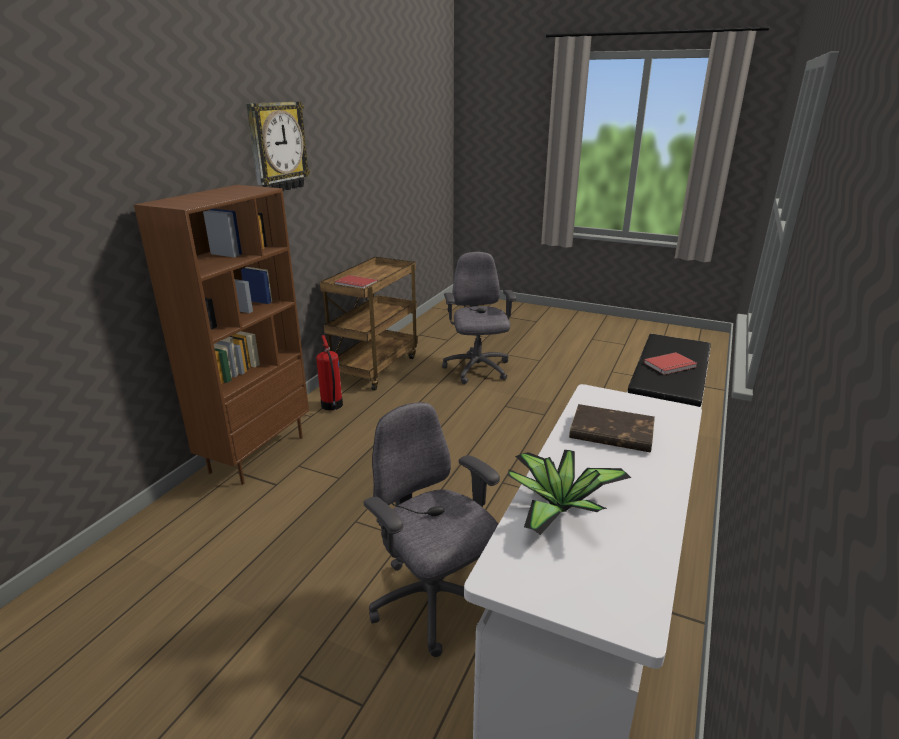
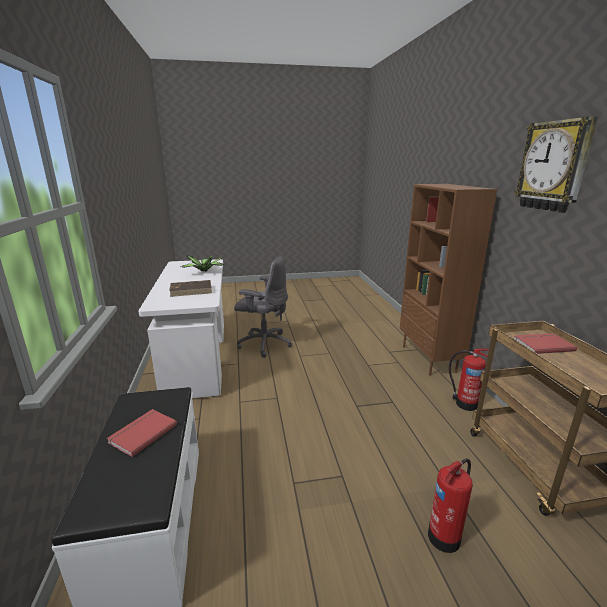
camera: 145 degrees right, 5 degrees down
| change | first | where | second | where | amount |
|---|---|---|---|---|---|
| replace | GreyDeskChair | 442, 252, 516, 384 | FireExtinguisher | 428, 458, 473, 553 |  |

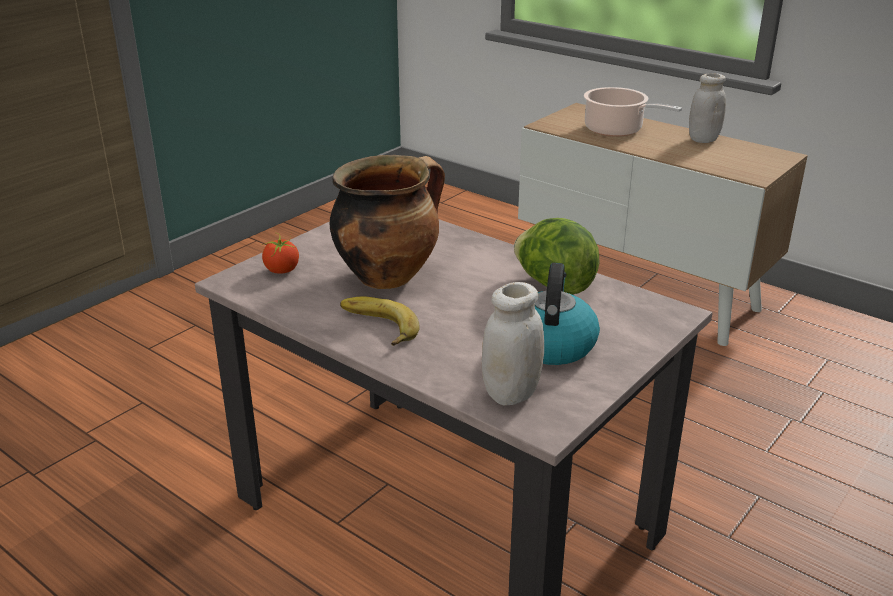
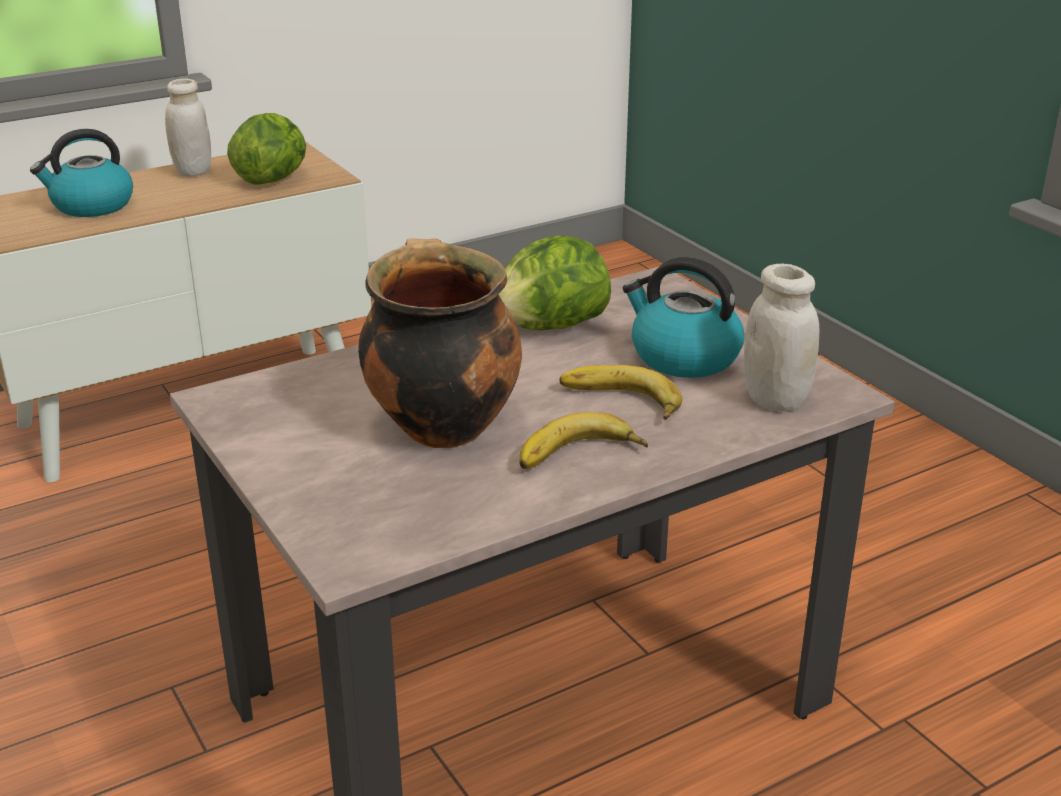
camera: 70 degrees left, 0 degrees up
| change | first | where | second | where | amount |
|---|---|---|---|---|---|
| replace | Saucepot | 584, 87, 682, 137 | WaterKettle | 30, 129, 133, 217 |  |
| insert |  |  | LettuceHead | 227, 113, 306, 185 |  |
| insert |  |  | Banana | 560, 365, 682, 420 |  |
| delete | FreshTomato | 262, 232, 299, 274 |  |  |  |

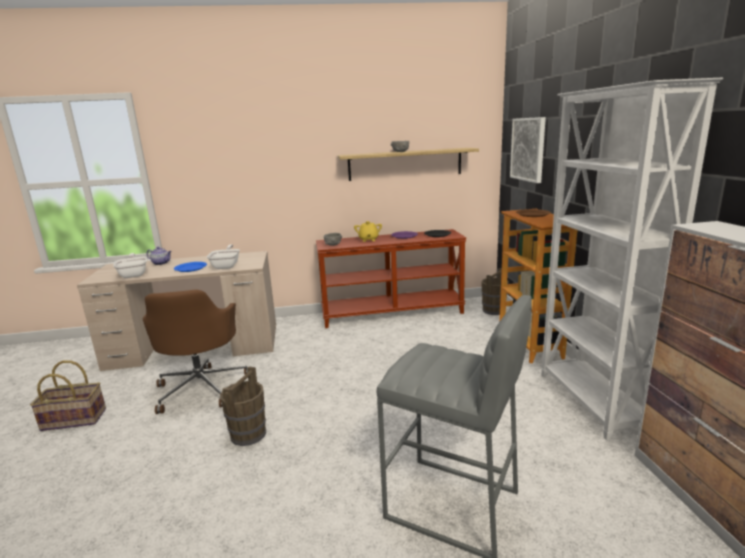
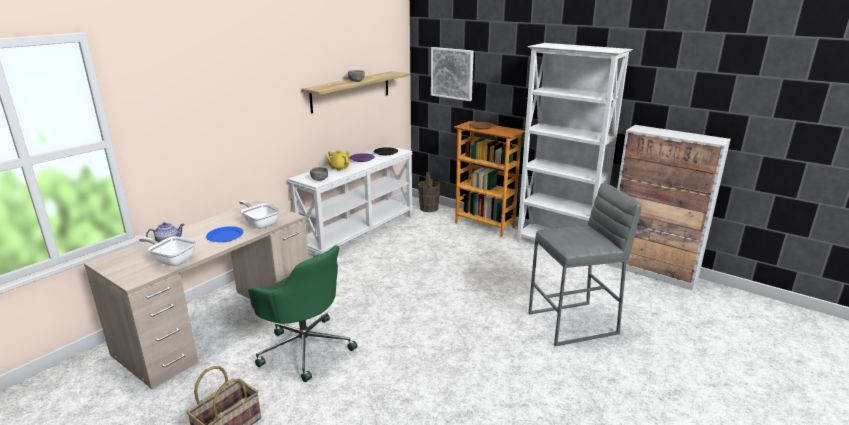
camera: 45 degrees left, 5 degrees up
| change | first | where | second | where | amount |
|---|---|---|---|---|---|
| recolor | BrownDeskChair | 143, 289, 248, 414 | GreenDeskChair | 248, 245, 358, 382 |  |
| recolor | BrownNarrowTable | 316, 229, 466, 328 | WhiteNarrowTable | 288, 145, 413, 254 |  |
| delete | BrownWaterBucket | 220, 366, 266, 446 |  |  |  |

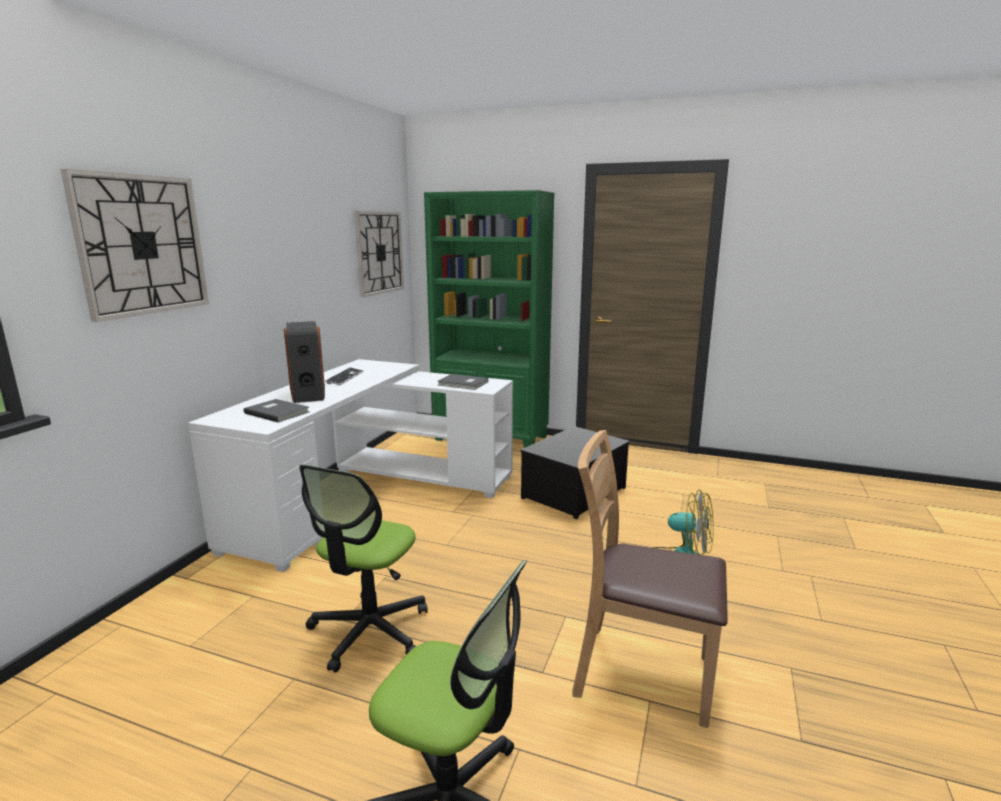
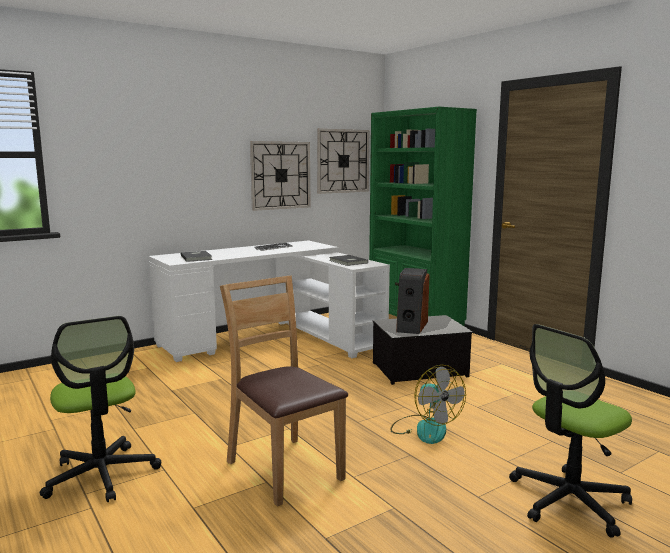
camera: 35 degrees right, 5 degrees down
| change | first | where | second | where | amount |
|---|---|---|---|---|---|
| move | ClockOnTheWall | 61, 169, 209, 322 |  | 250, 141, 311, 211 |  |
| move | Speaker | 284, 321, 325, 403 |  | 396, 268, 430, 334 |  |
| move | DeskChair | 299, 465, 428, 673 |  | 509, 324, 632, 538 |  |

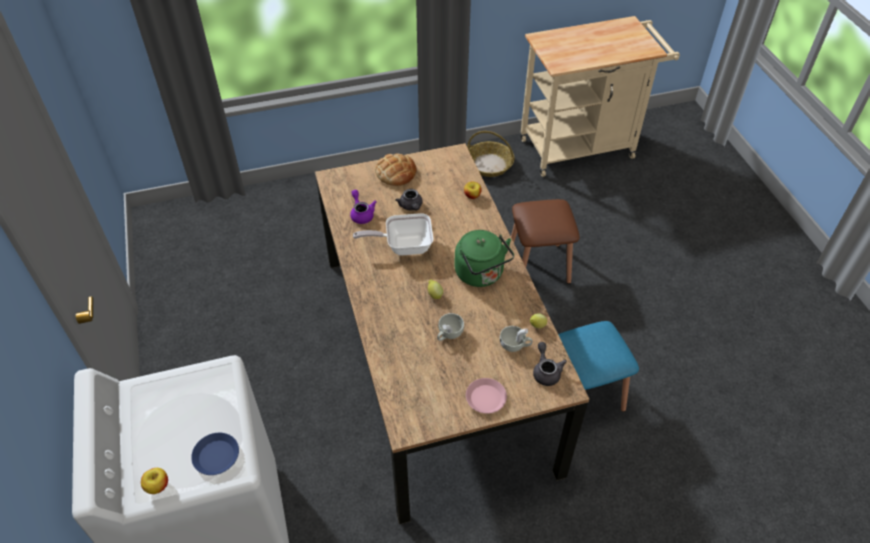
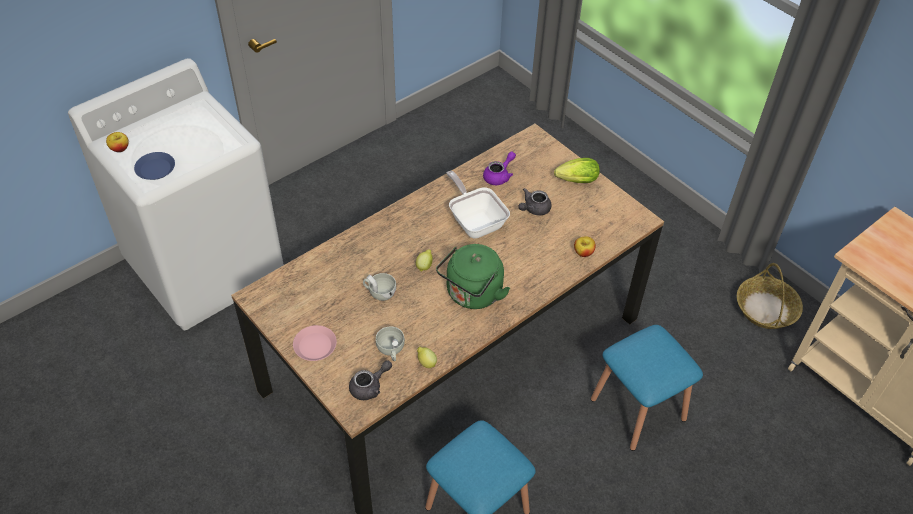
camera: 65 degrees right, 0 degrees up
| change | first | where | second | where | amount |
|---|---|---|---|---|---|
| replace | BakedBread | 375, 153, 417, 186 | LettuceHead | 554, 158, 600, 183 |  |
| recolor | BrownSittingStool | 511, 199, 580, 284 | BlueColouredSittingStool | 591, 325, 703, 451 |  |

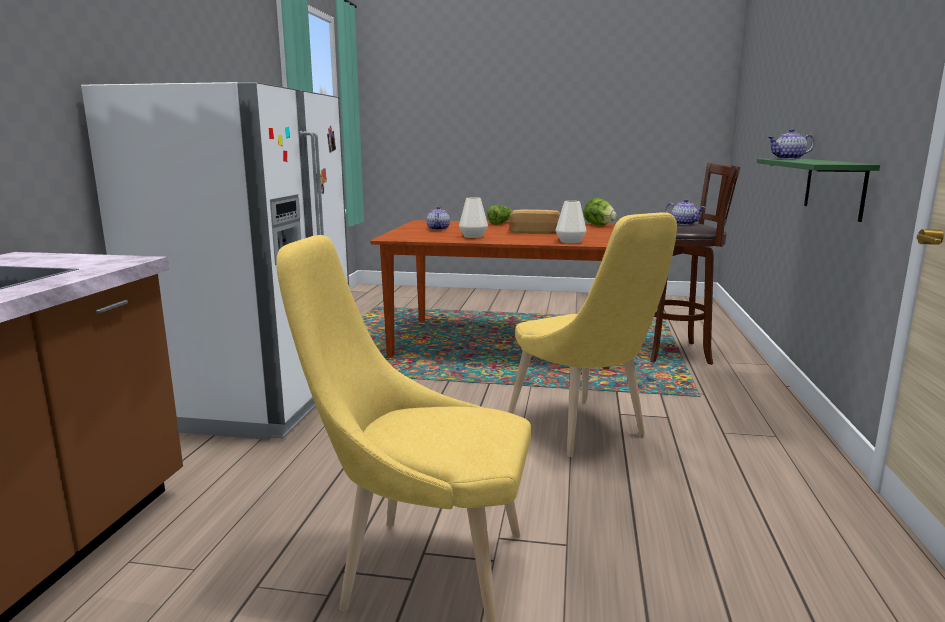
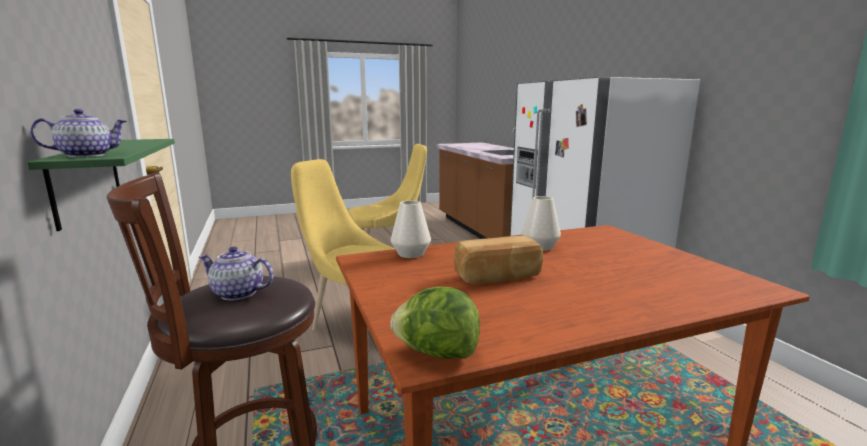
camera: 150 degrees right, 0 degrees up
| change | first | where | second | where | amount |
|---|---|---|---|---|---|
| delete | TeaPot | 427, 206, 450, 230 |  |  |  |
| delete | LettuceHead | 487, 205, 512, 225 |  |  |  |

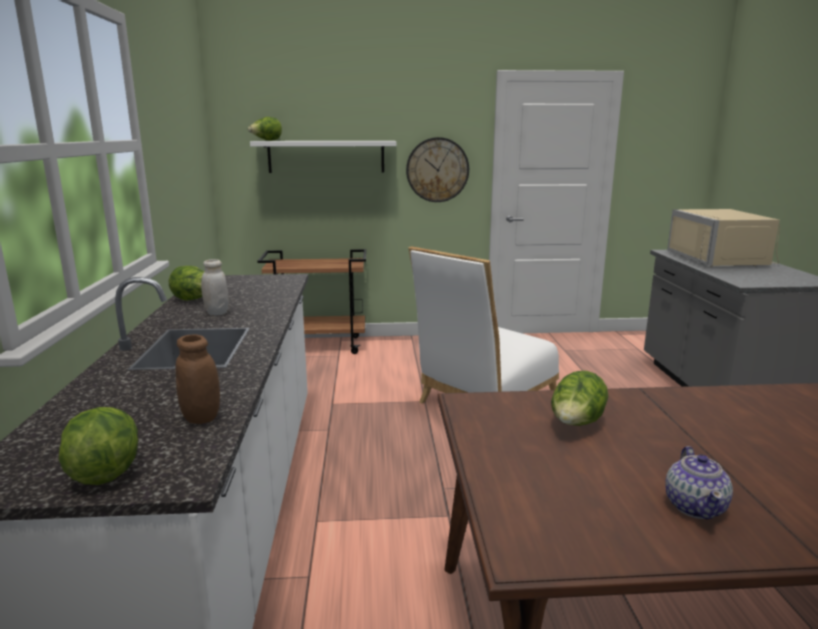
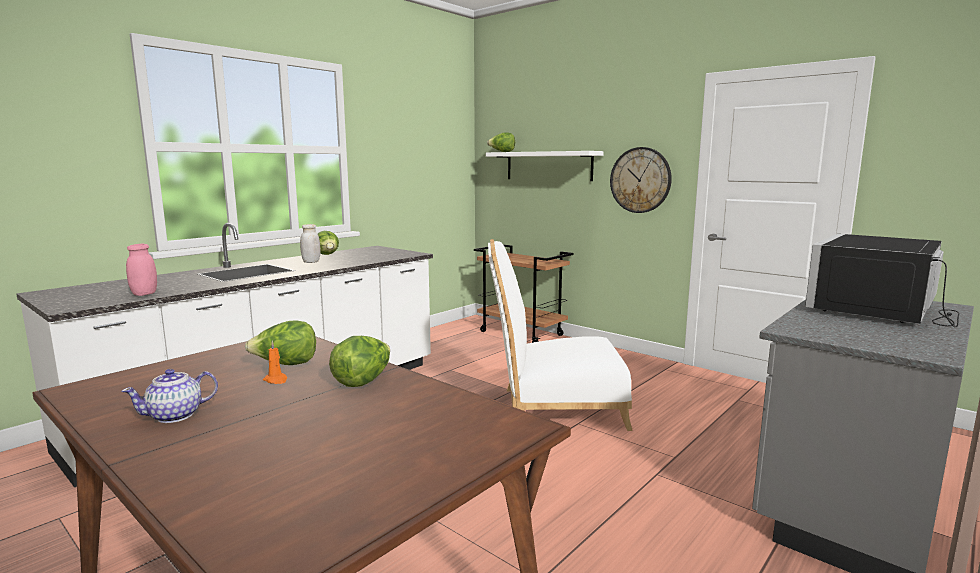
camera: 45 degrees right, 5 degrees down
| change | first | where | second | where | amount |
|---|---|---|---|---|---|
| recolor | BrownJar | 175, 334, 220, 424 | PinkColouredJar | 126, 244, 157, 296 |  |
| insert |  |  | OrangeWaxLight | 263, 340, 287, 384 |  |
| move | LettuceHead | 59, 407, 138, 485 |  | 329, 336, 390, 387 |  |
| recolor | SandColouredMicrowaveOven | 667, 209, 780, 267 | BlackColouredMicrowaveOven | 805, 234, 959, 328 |  |

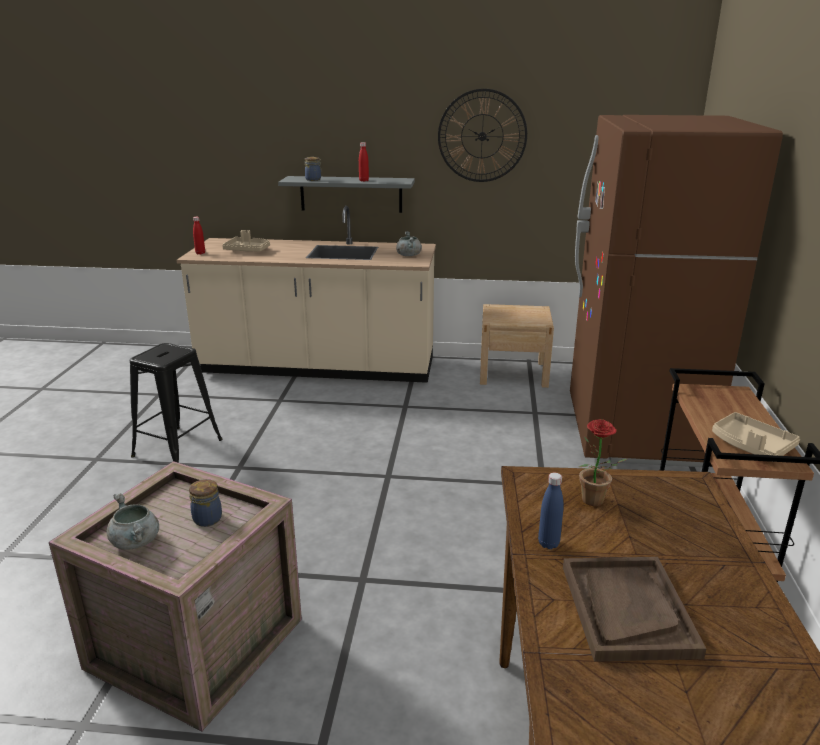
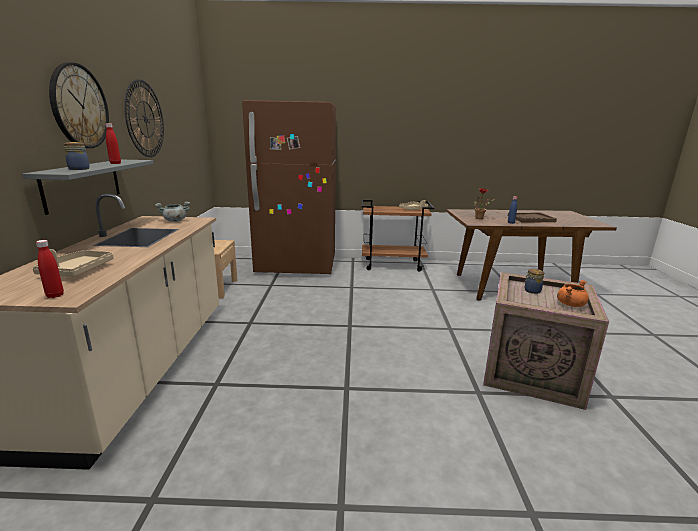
camera: 95 degrees left, 5 degrees down
| change | first | where | second | where | amount |
|---|---|---|---|---|---|
| insert |  |  | ClockOnTheWall | 49, 62, 109, 148 |  |
| recolor | GreySaucepot | 107, 493, 159, 550 | OrangeSaucepot | 557, 280, 589, 307 |  |
| delete | BlackColouredSittingStool | 130, 343, 223, 463 |  |  |  |

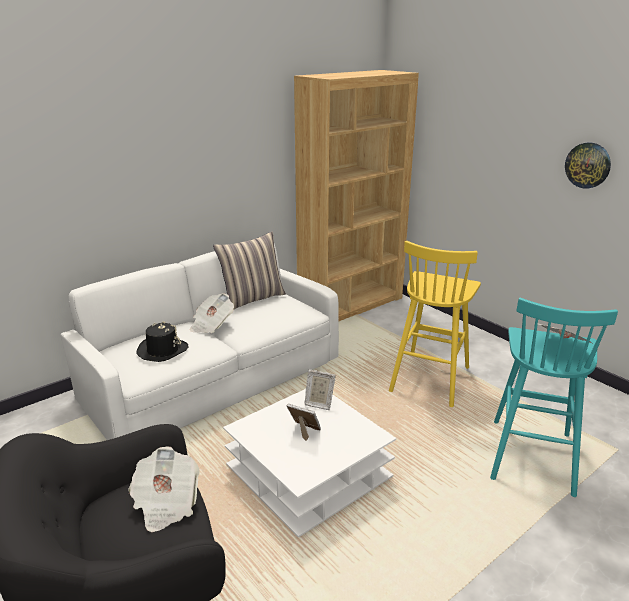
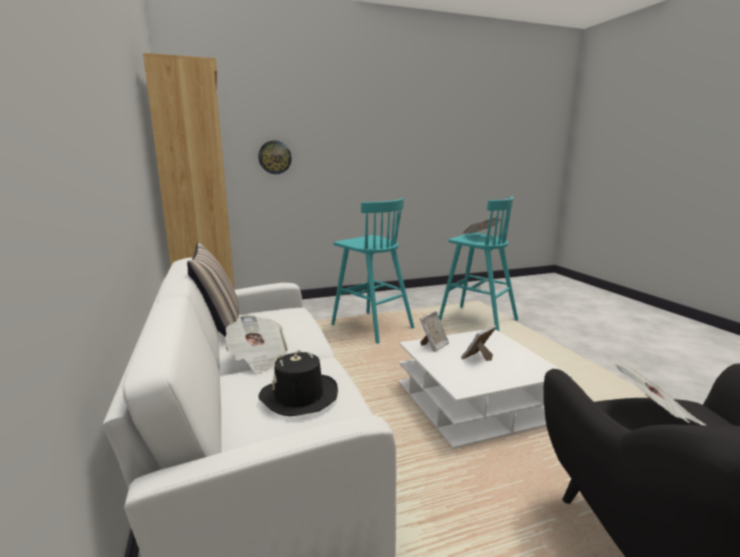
camera: 70 degrees left, 10 degrees down
| change | first | where | second | where | amount |
|---|---|---|---|---|---|
| move | ClockOnTheWall | 565, 142, 611, 189 |  | 258, 141, 292, 174 |  |
| recolor | YellowColouredSittingStool | 389, 241, 481, 407 | TurquoiseSittingStool | 331, 198, 415, 344 |  |

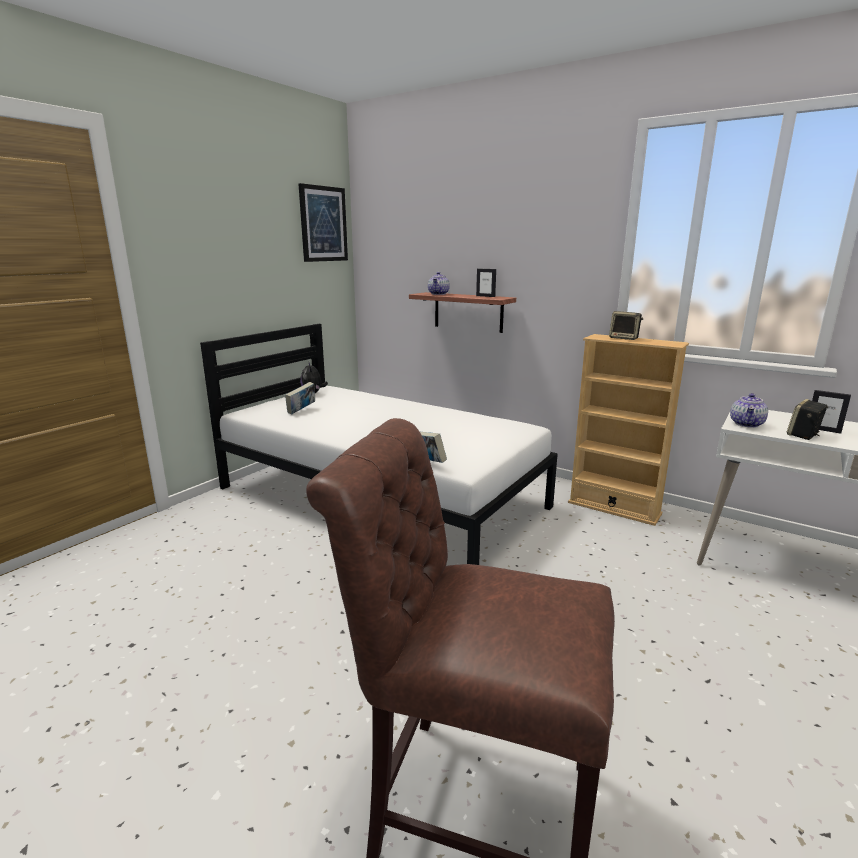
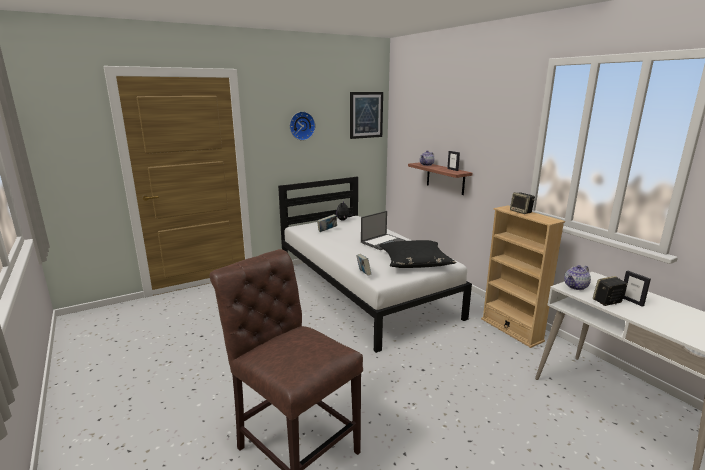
camera: 25 degrees right, 0 degrees up
| change | first | where | second | where | amount |
|---|---|---|---|---|---|
| insert |  |  | ClockOnTheWall | 290, 111, 315, 140 |  |
| insert |  |  | PortableComputer | 361, 211, 406, 250 |  |
| insert |  |  | BlackColouredPillow | 379, 240, 456, 268 |  |

